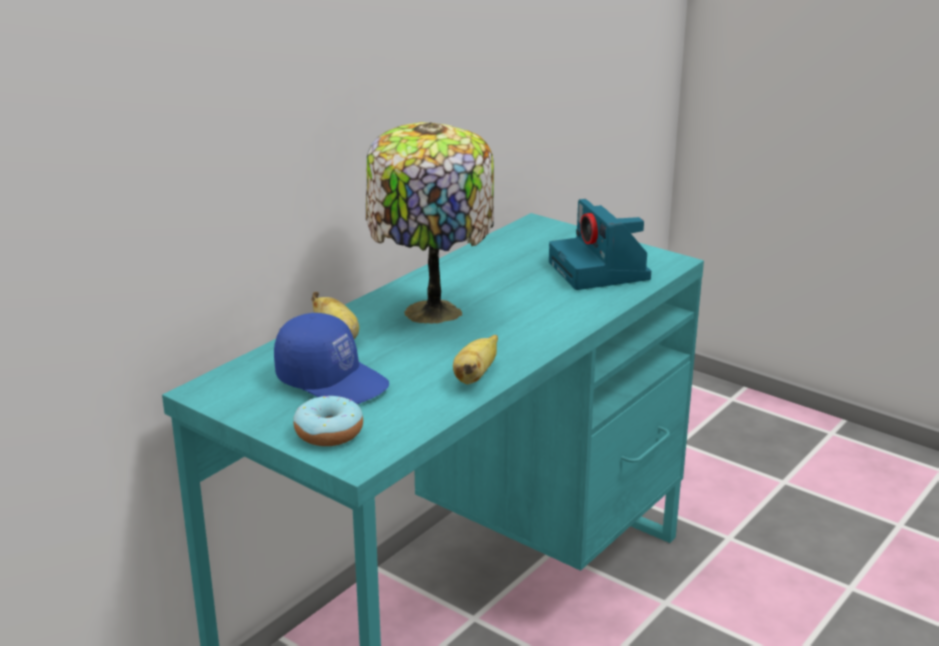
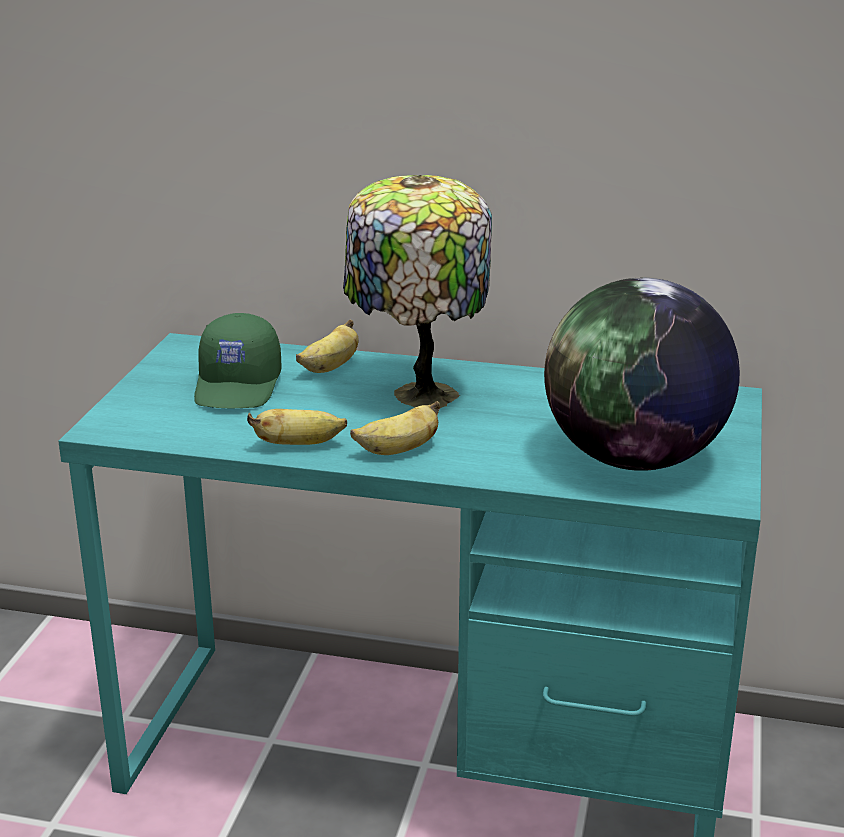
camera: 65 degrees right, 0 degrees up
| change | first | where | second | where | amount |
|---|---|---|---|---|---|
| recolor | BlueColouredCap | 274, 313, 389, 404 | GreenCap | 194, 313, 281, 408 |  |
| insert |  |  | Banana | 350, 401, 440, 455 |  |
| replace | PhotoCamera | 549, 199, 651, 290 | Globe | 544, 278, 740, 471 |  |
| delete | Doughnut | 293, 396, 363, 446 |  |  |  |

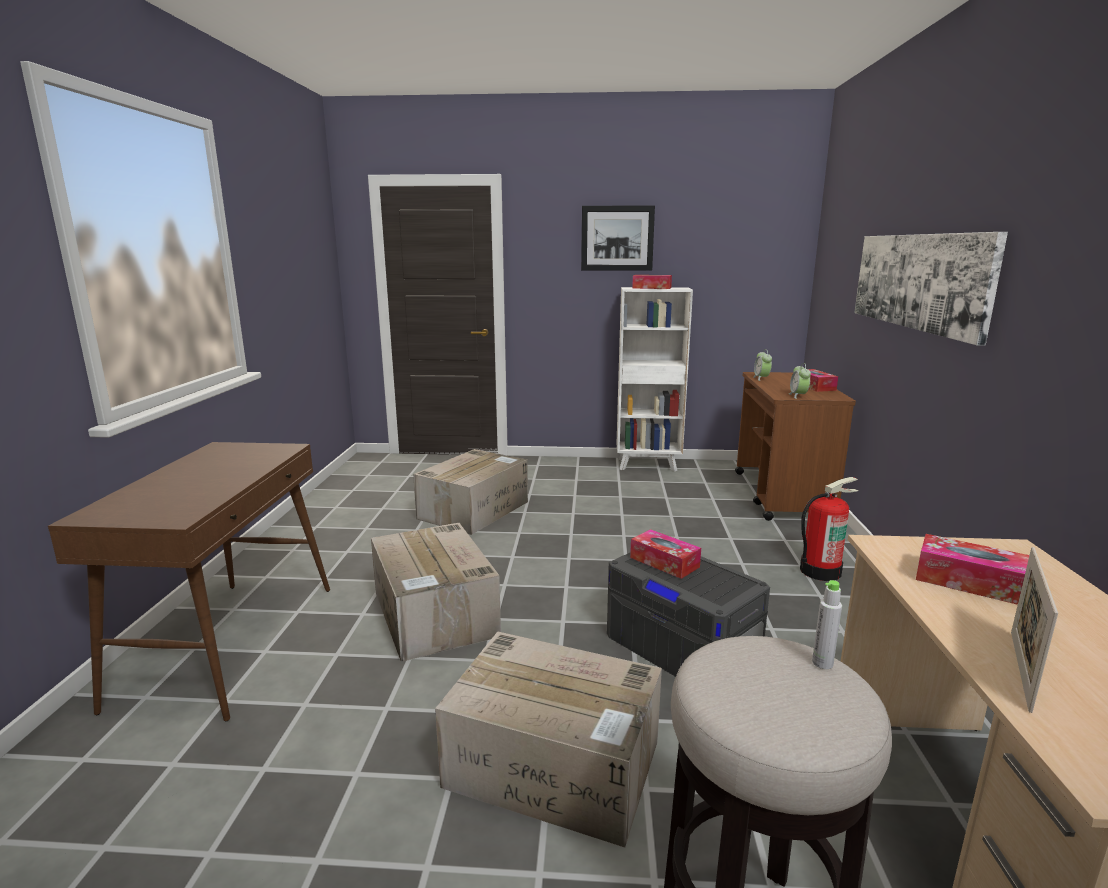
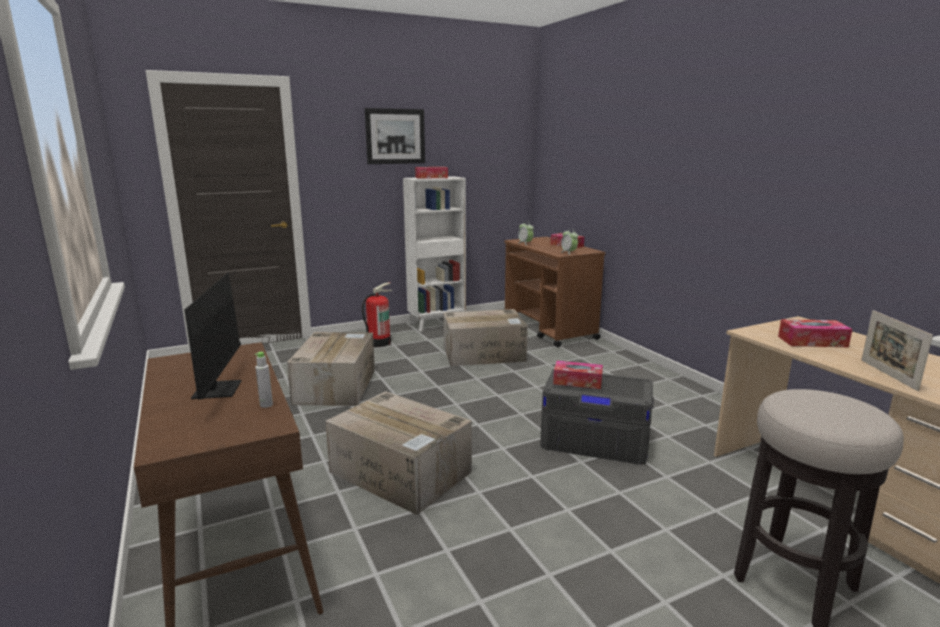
camera: 30 degrees left, 0 degrees up
| change | first | where | second | where | amount |
|---|---|---|---|---|---|
| insert |  |  | ComputerDisplay | 184, 272, 241, 400 |  |
| move | GreyBeverageBottle | 812, 580, 842, 669 |  | 255, 352, 273, 408 |  |
| move | FireExtinguisher | 800, 477, 859, 581 |  | 362, 282, 392, 347 |  |
| move | Carton | 435, 631, 662, 848 |  | 443, 309, 528, 366 |  |
| delete | WallPicture | 854, 232, 1008, 346 |  |  |  |

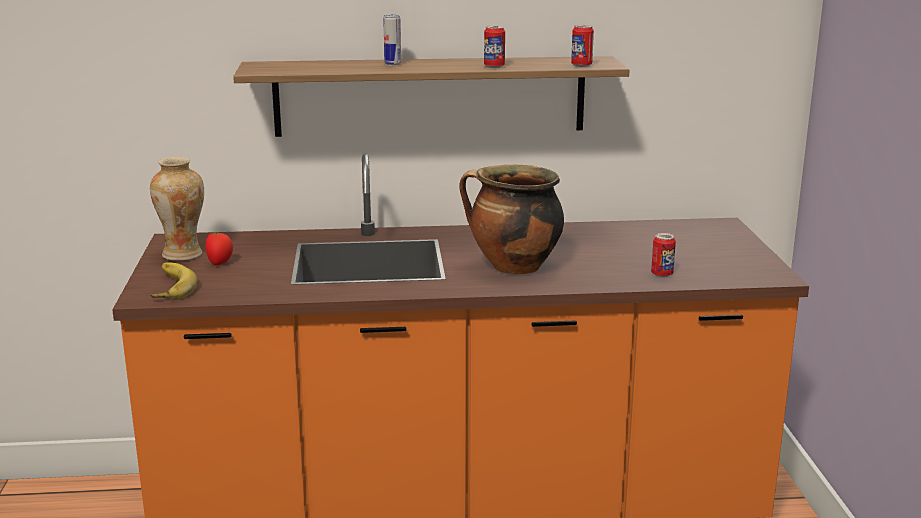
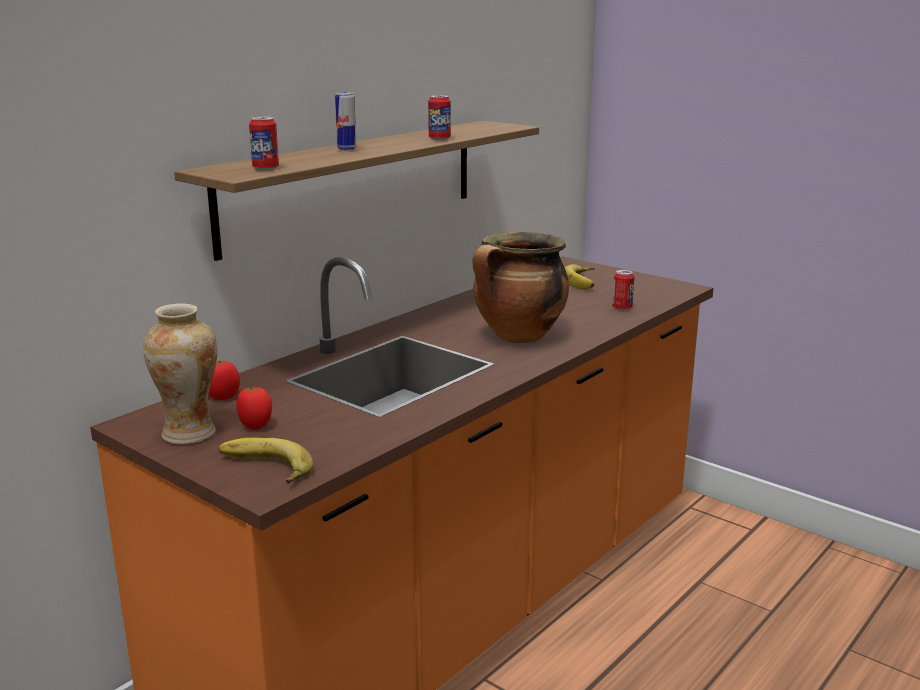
camera: 45 degrees left, 0 degrees up
| change | first | where | second | where | amount |
|---|---|---|---|---|---|
| insert |  |  | FreshTomato | 208, 361, 240, 400 |  |
| move | Can | 571, 25, 594, 67 |  | 249, 117, 279, 170 |  |
| insert |  |  | Banana | 564, 264, 595, 290 |  |

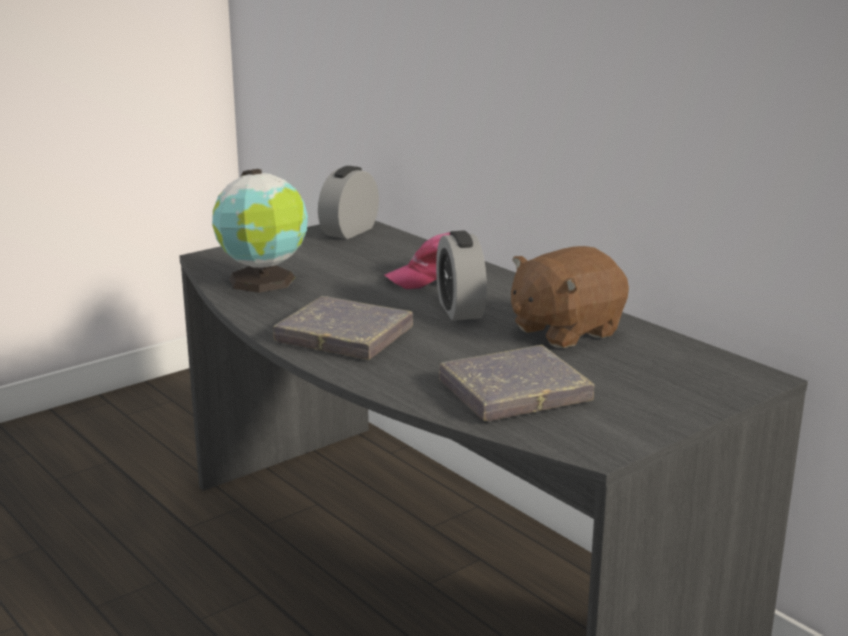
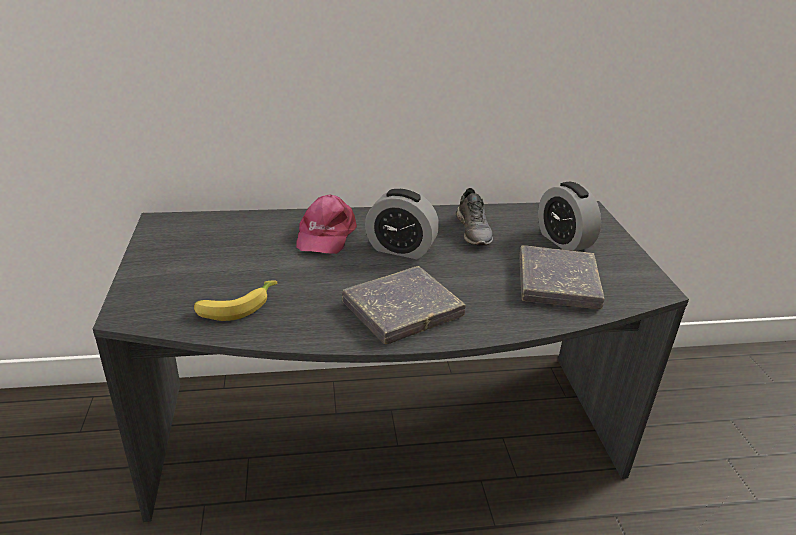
camera: 60 degrees left, 10 degrees up
| change | first | where | second | where | amount |
|---|---|---|---|---|---|
| replace | Globe | 212, 169, 308, 293 | Banana | 194, 280, 277, 321 |  |
| replace | BrownPlushToy | 511, 246, 629, 348 | GreyLowShoe | 457, 188, 493, 245 |  |
| move | BedsideClock | 318, 166, 379, 239 |  | 538, 181, 601, 251 |  |

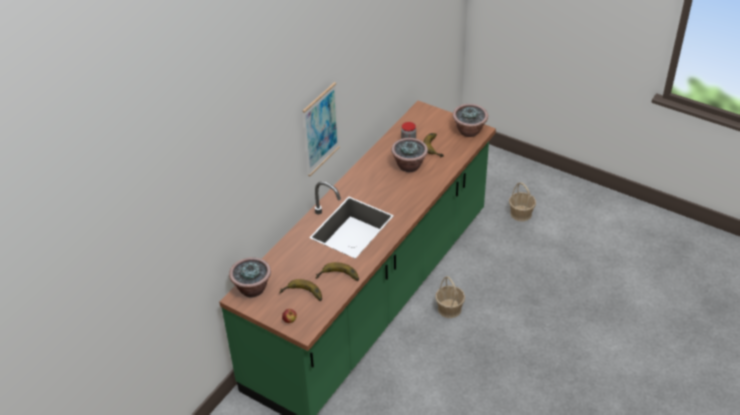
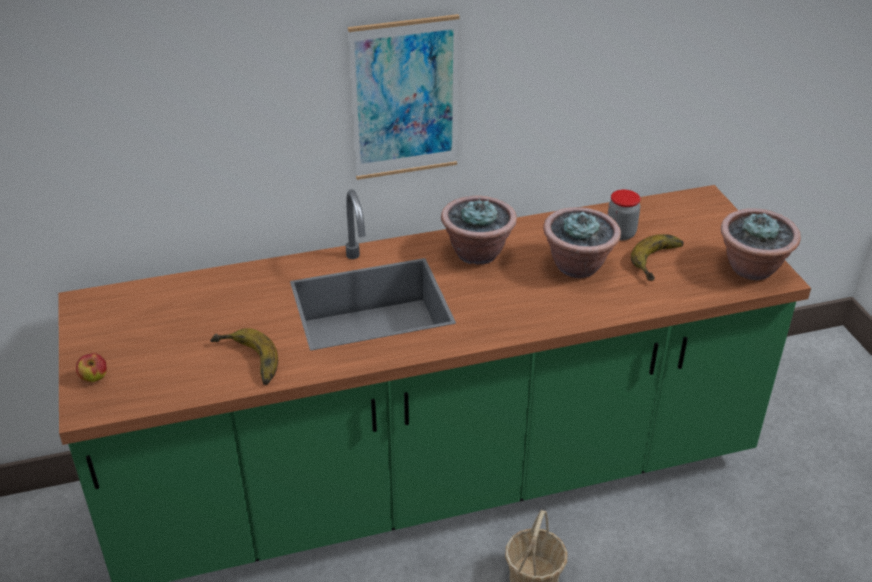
camera: 40 degrees right, 5 degrees down
| change | first | where | second | where | amount |
|---|---|---|---|---|---|
| move | PottedPlant | 229, 257, 271, 298 |  | 441, 196, 517, 264 |  |
| delete | Banana | 279, 279, 322, 301 |  |  |  |
| delete | StorageBasket | 509, 182, 536, 221 |  |  |  |

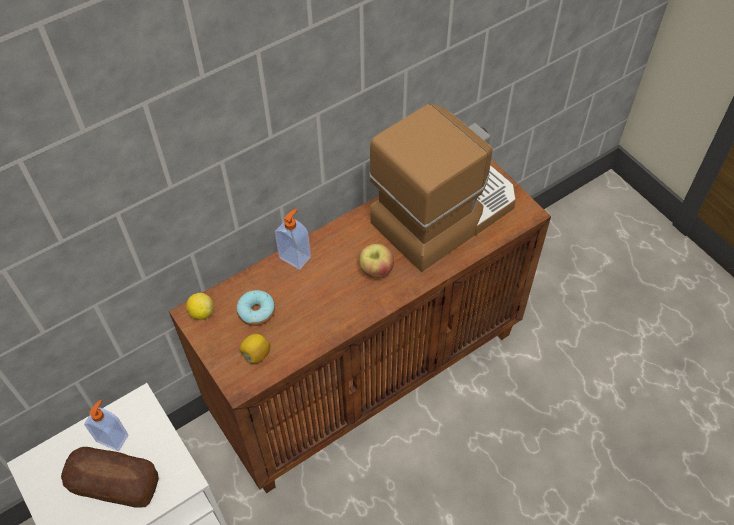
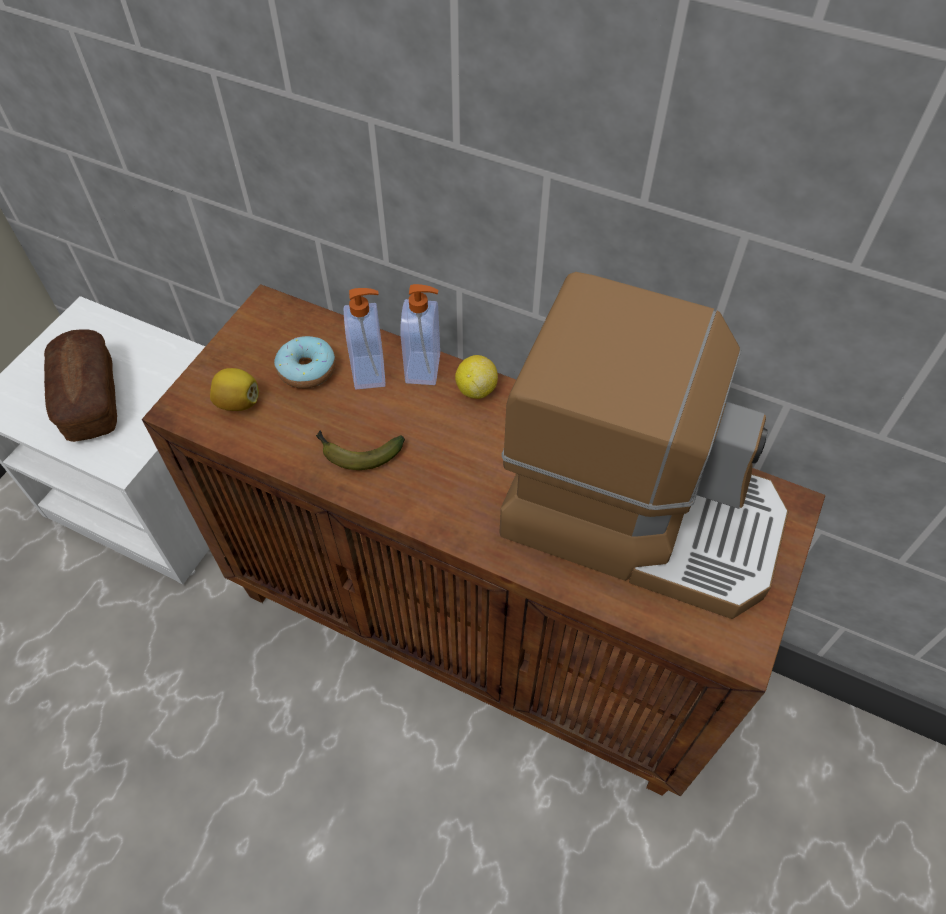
camera: 60 degrees right, 0 degrees up
| change | first | where | second | where | amount |
|---|---|---|---|---|---|
| insert |  |  | Banana | 316, 431, 405, 470 |  |
| move | SoapBottle | 84, 400, 129, 451 |  | 344, 288, 386, 389 |  |
| move | Lemon | 186, 293, 213, 320 |  | 455, 355, 498, 399 |  |
| delete | WholeApple | 359, 243, 394, 278 |  |  |  |

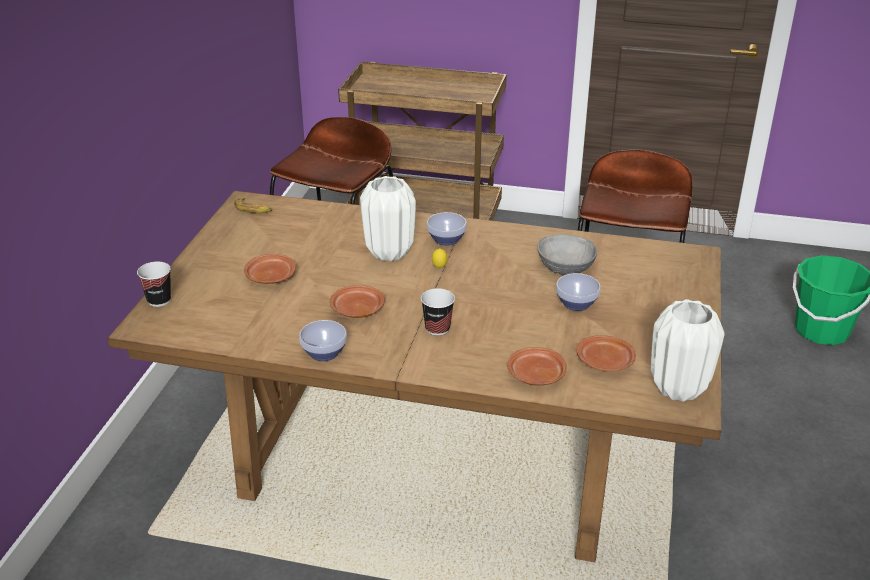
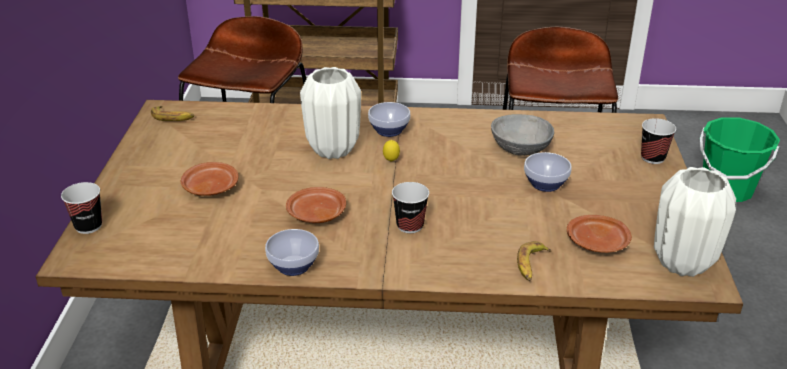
camera: 10 degrees left, 0 degrees up
| change | first | where | second | where | amount |
|---|---|---|---|---|---|
| replace | BrownDinnerPlate | 507, 347, 567, 386 | Banana | 517, 241, 551, 281 |  |
| insert |  |  | DrinkingCup | 641, 118, 676, 164 |  |

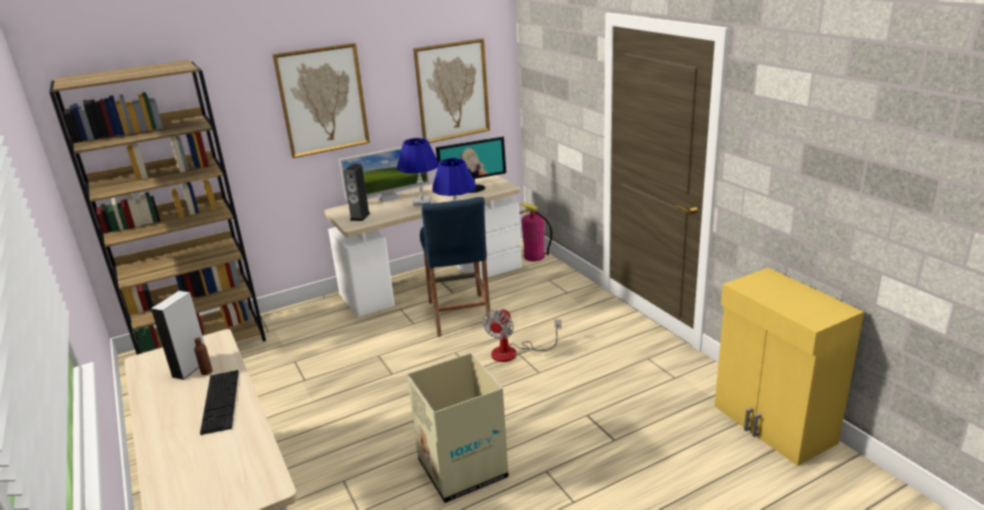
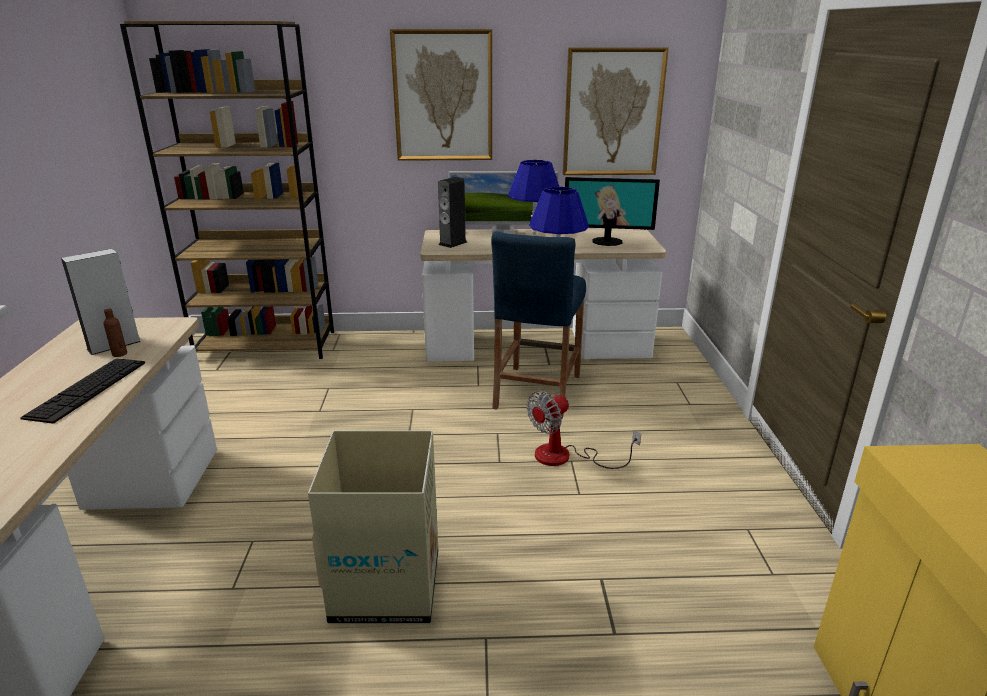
camera: 25 degrees right, 0 degrees up
| change | first | where | second | where | amount |
|---|---|---|---|---|---|
| delete | FireExtinguisher | 519, 203, 552, 261 |  |  |  |

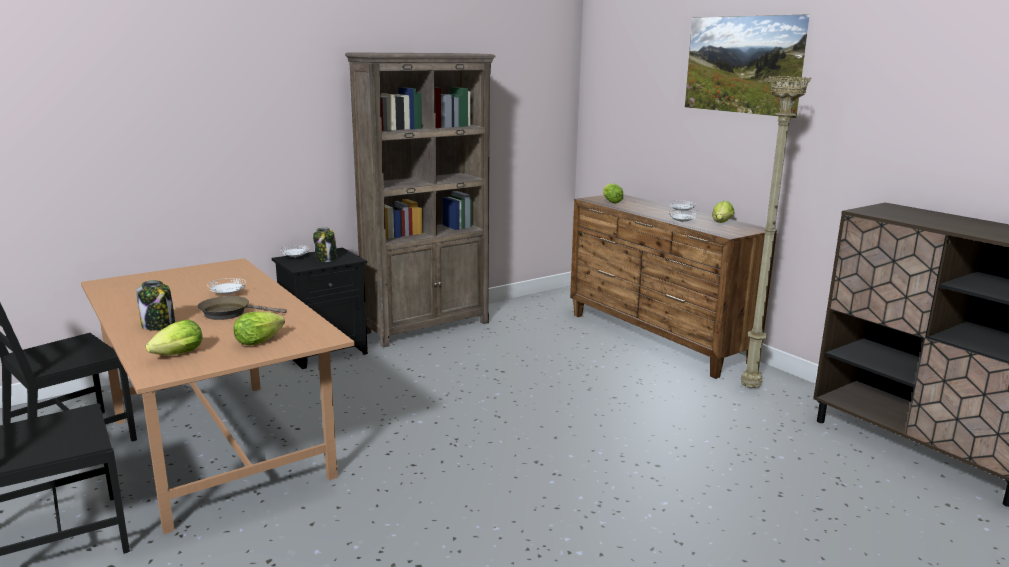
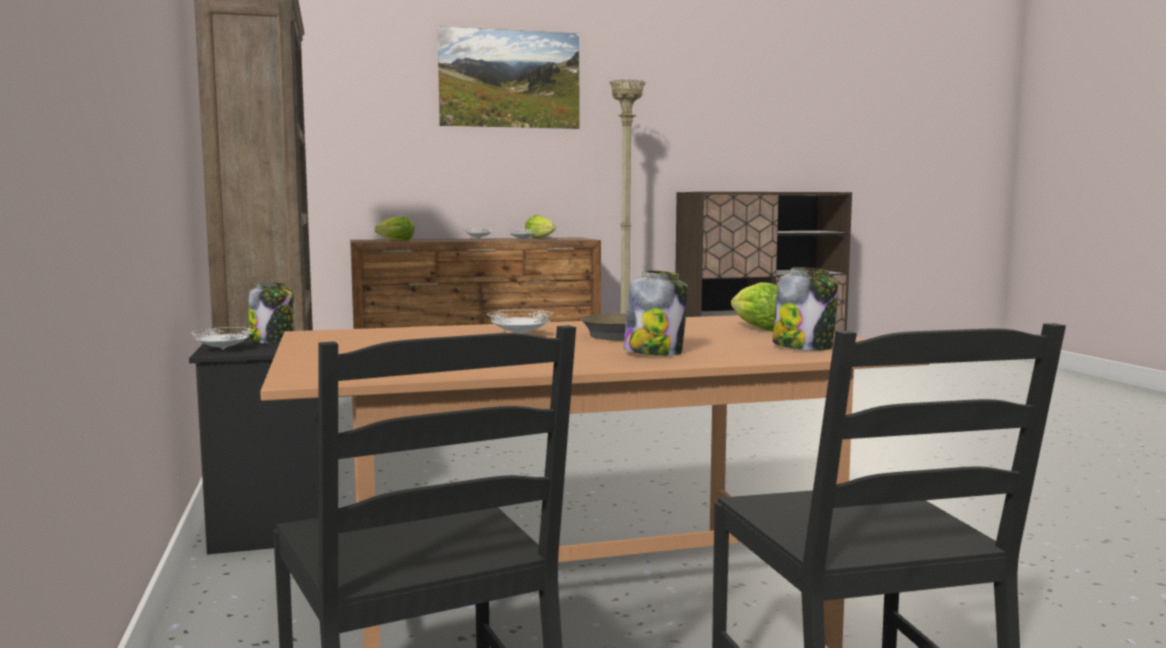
camera: 70 degrees left, 10 degrees down
| change | first | where | second | where | amount |
|---|---|---|---|---|---|
| replace | LettuceHead | 146, 319, 203, 355 | Jar | 772, 267, 839, 351 |  |

